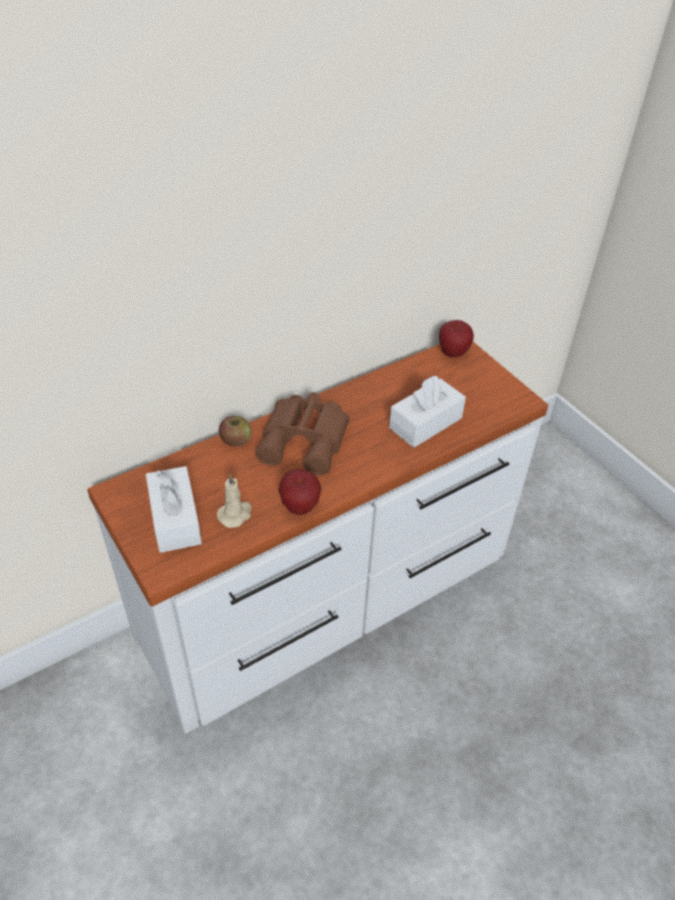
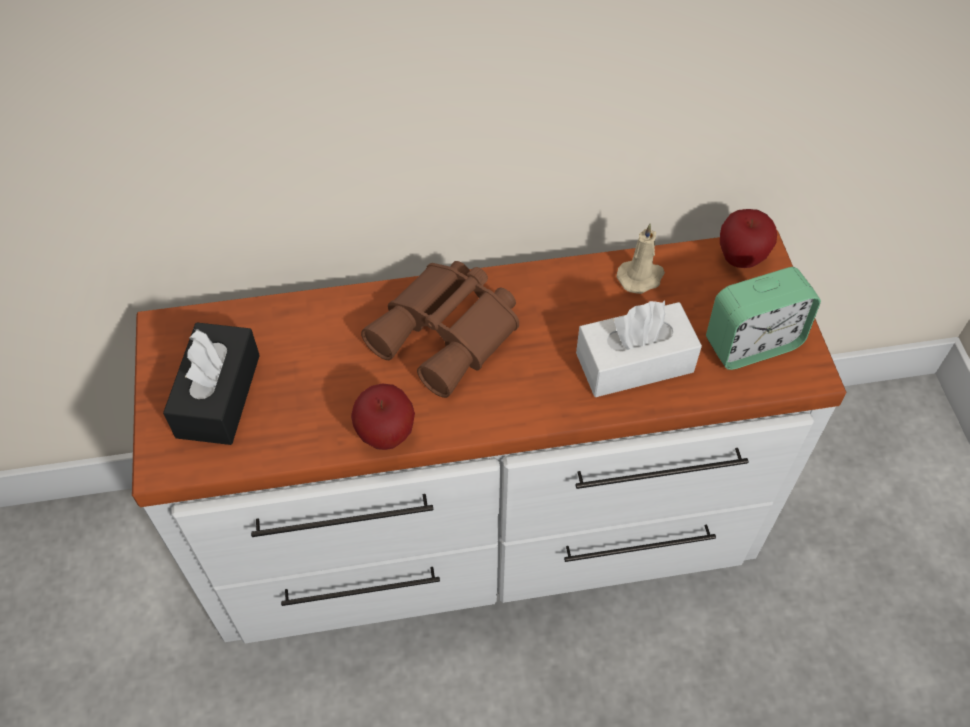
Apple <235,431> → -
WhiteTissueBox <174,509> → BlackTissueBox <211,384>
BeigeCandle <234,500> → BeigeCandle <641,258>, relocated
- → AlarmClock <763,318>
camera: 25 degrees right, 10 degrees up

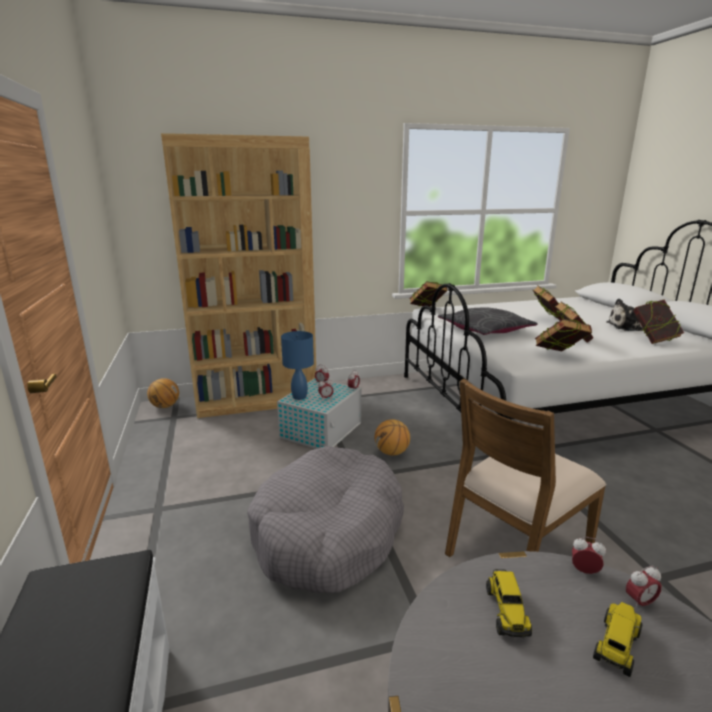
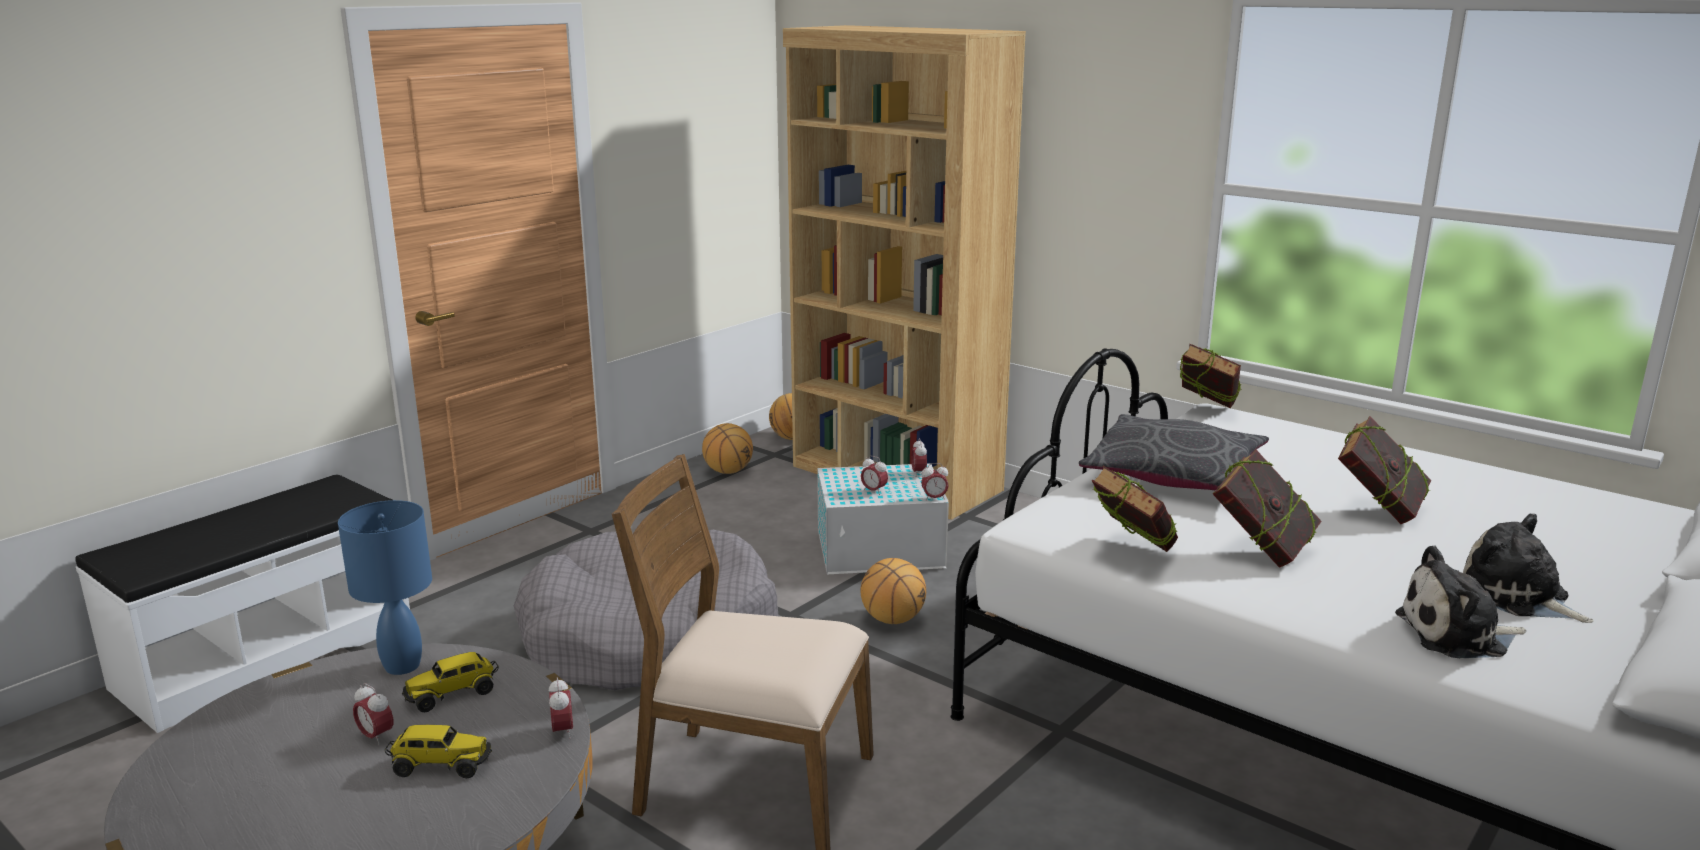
Book <658,322> → PlushToy <1460,602>
BlueTableLamp <297,365> → BlueTableLamp <385,587>, relocated
AlarmClock <644,588> → AlarmClock <373,714>, relocated
- → Basketball <727,448>
camera: 55 degrees right, 0 degrees up

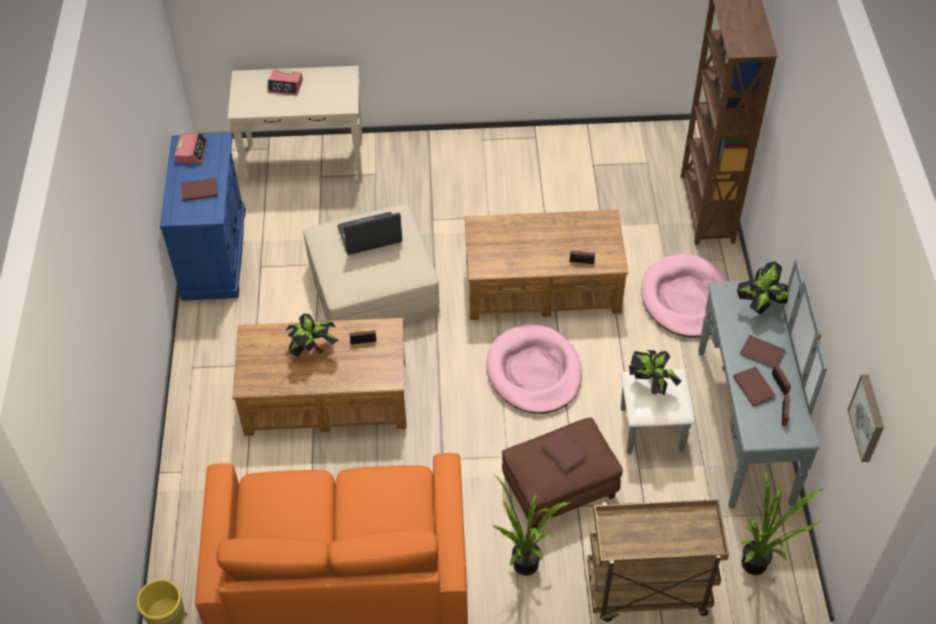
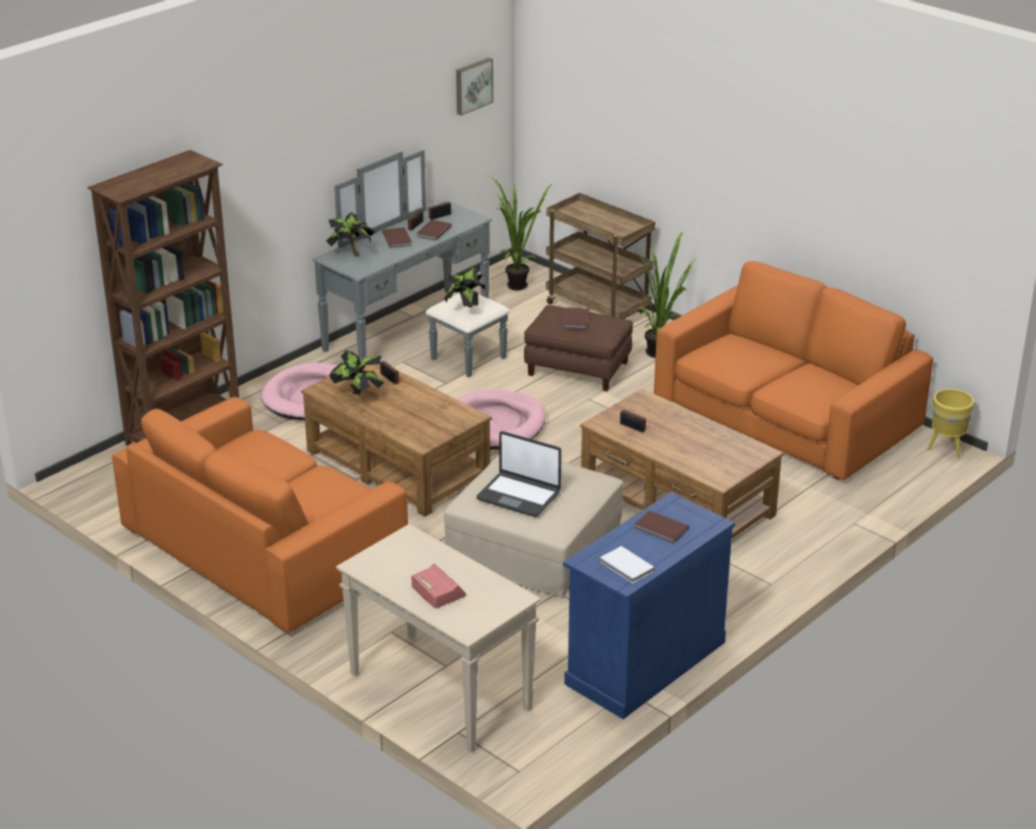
AlarmClock <191,148> → WhiteBook <627,564>
PottedPlant <311,335> → PottedPlant <357,373>, relocated
- → OrangeSofa <260,515>
camera: 135 degrees left, 20 degrees down

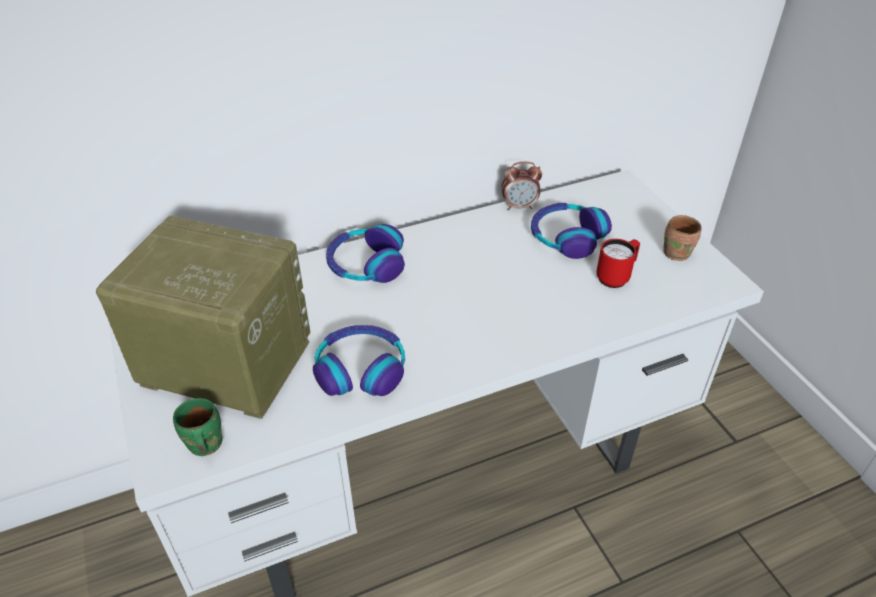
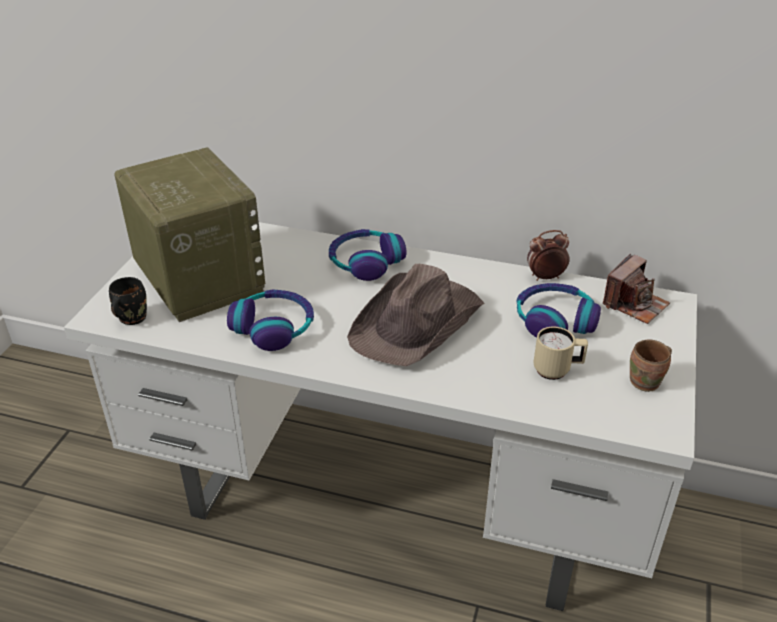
AlarmClock <522,186> → AlarmClock <548,255>, 135 degrees clockwise
RedMug <618,263> → BeigeMug <561,353>
GreenMug <197,427> → BlackMug <128,301>
- → PhotoCamera <636,288>
- → BrownHat <416,315>
camera: 40 degrees right, 5 degrees down

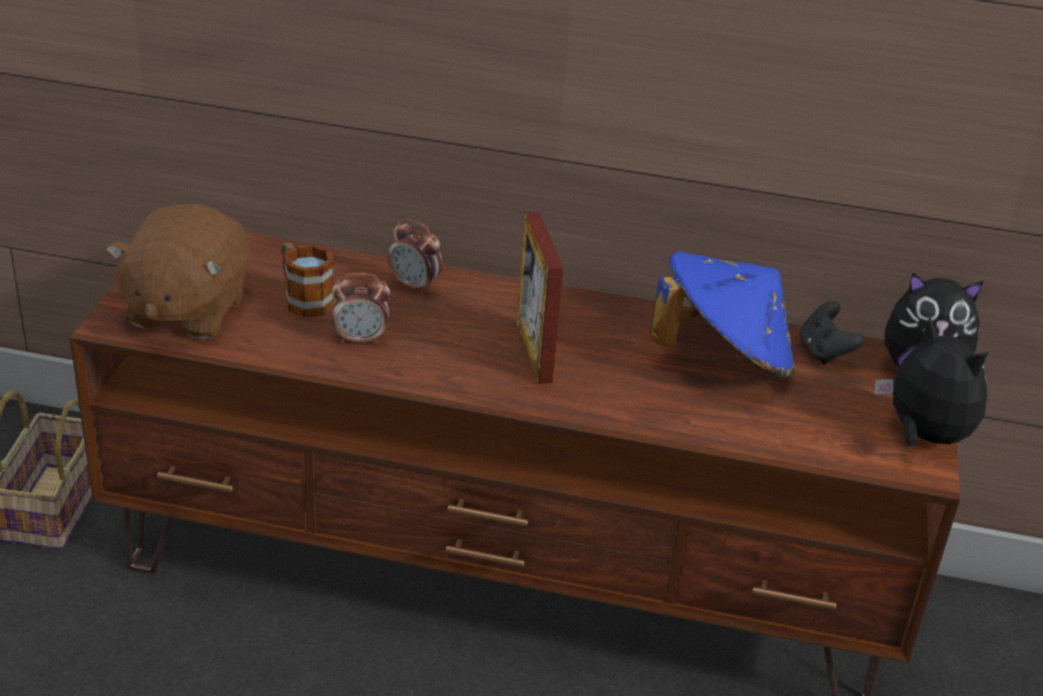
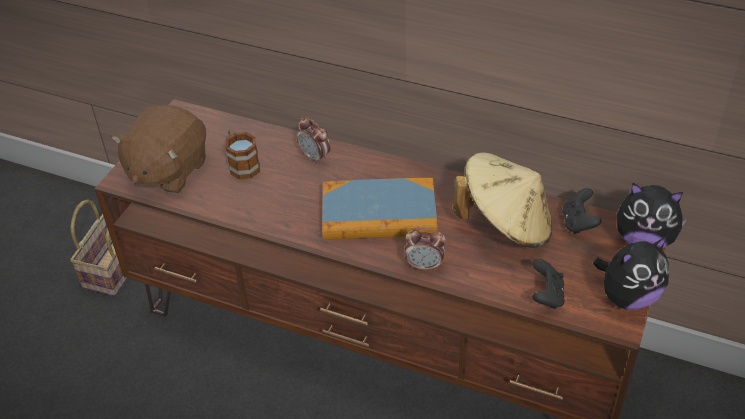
PictureFrame <540,297> → Book <380,209>
BlueHat <722,315> → BeigeHat <502,200>
AlarmClock <360,308> → AlarmClock <425,249>, relocated
PlushToy <931,381> → PlushToy <631,273>, 90 degrees clockwise
- → BlackGameController <548,284>
camera: 15 degrees right, 10 degrees up

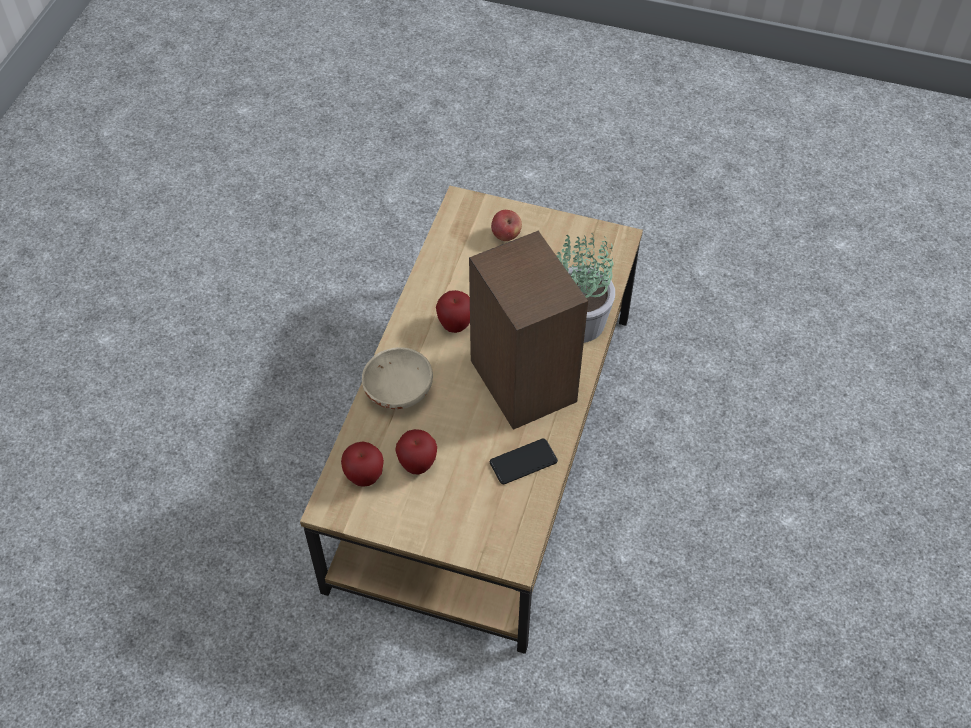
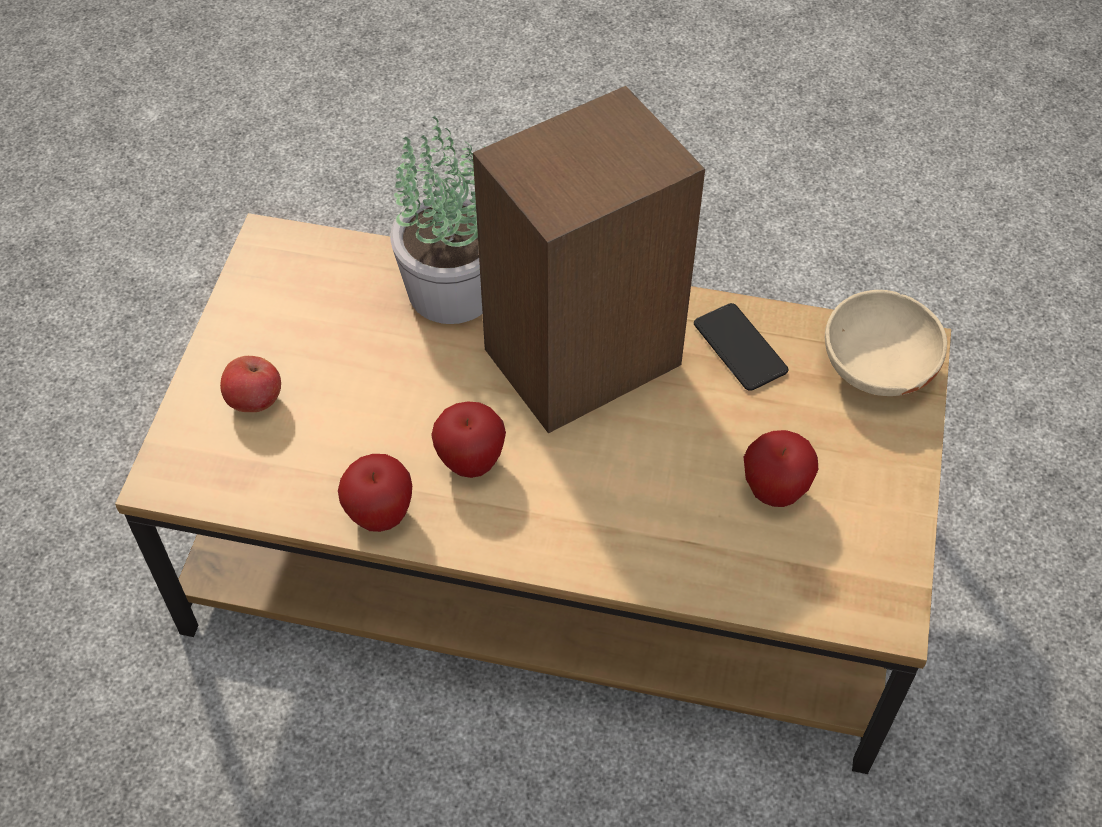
BeigeBowl <397,378> → BeigeBowl <886,343>, relocated
Apple <362,464> → Apple <375,493>, relocated
camera: 95 degrees left, 0 degrees up

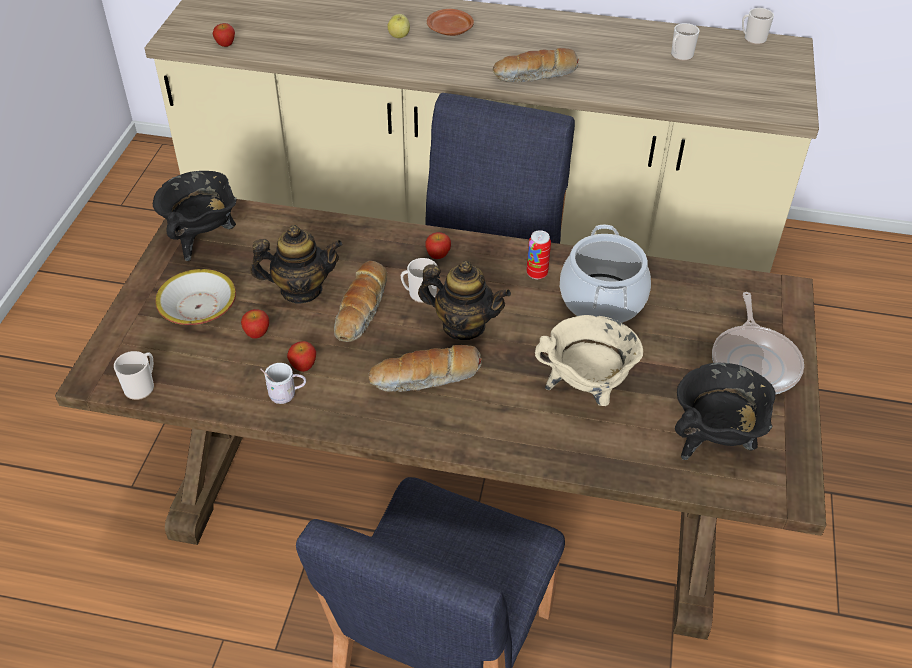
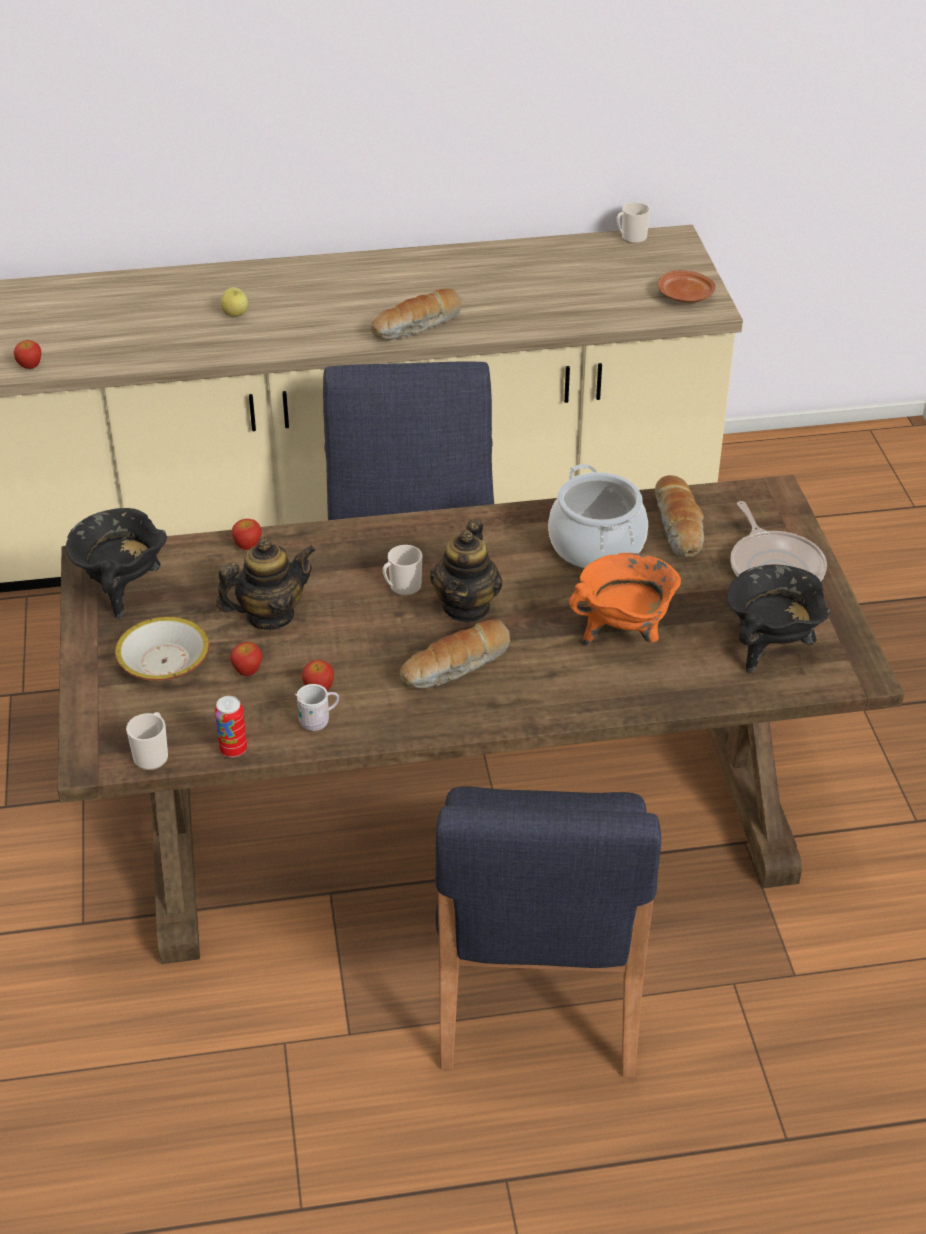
BrownPlate <450,22> → BrownPlate <687,286>, relocated
Mug <685,42> → -
Can <539,254> → Can <231,726>, relocated
Apple <438,245> → Apple <246,534>, relocated
Bread <360,301> → Bread <679,516>, relocated
Teapot <464,300> → Teapot <466,571>, 105 degrees clockwise
BeigeCookingPot <589,360> → OrangeCookingPot <625,599>
camera: 20 degrees left, 5 degrees down

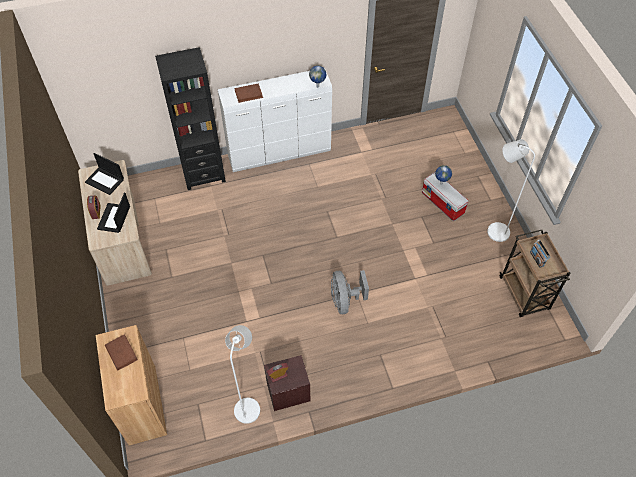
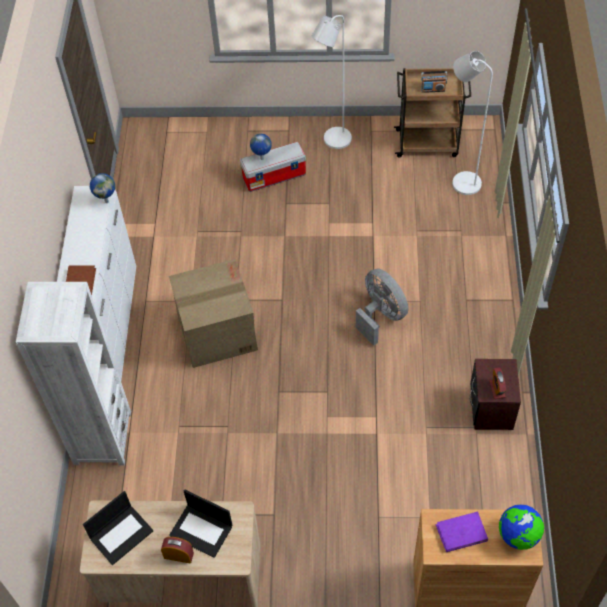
BlackBookcase <190,118> → WhiteBookcase <73,373>
GreyFan <350,292> → GreyFan <382,307>, 135 degrees counterclockwise
WhiteFloorLamp <242,374> → WhiteFloorLamp <472,123>, relocated
BrownBook <121,352> → PurpleBook <462,532>
- → CardboardBox <213,313>
- → Globe <521,527>
camera: 70 degrees left, 0 degrees up

